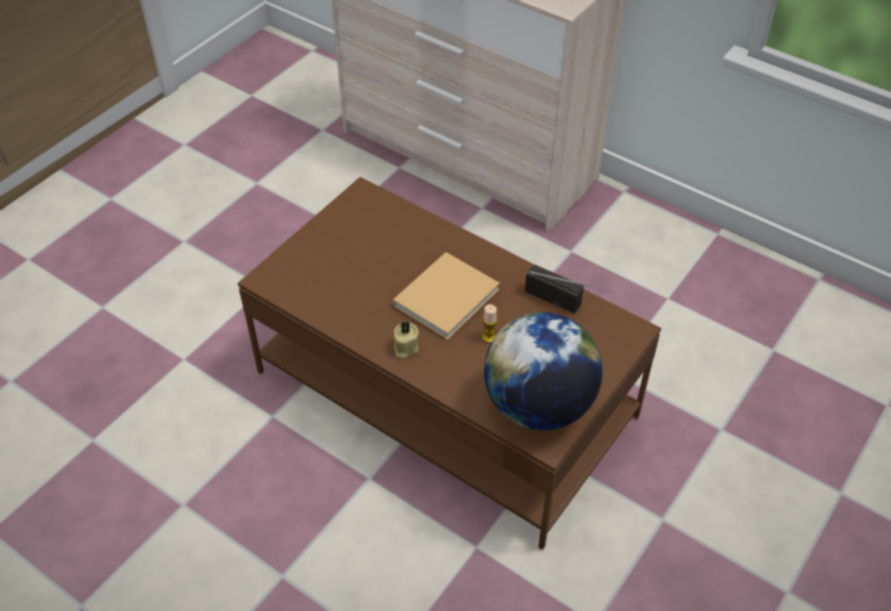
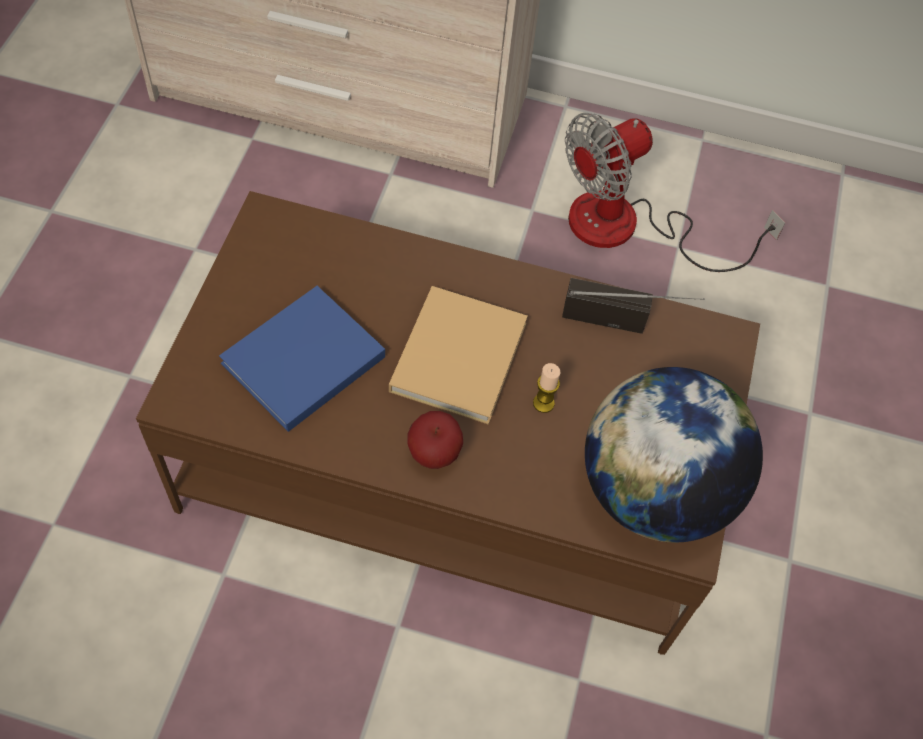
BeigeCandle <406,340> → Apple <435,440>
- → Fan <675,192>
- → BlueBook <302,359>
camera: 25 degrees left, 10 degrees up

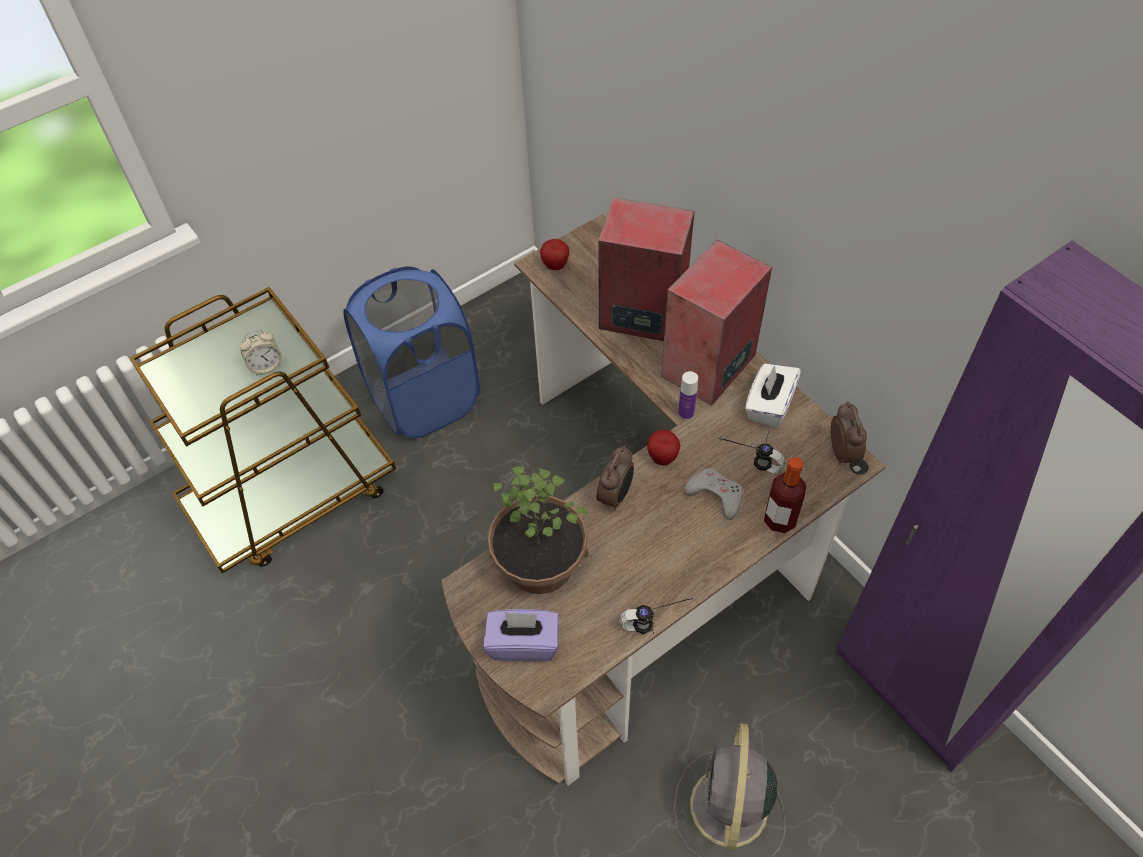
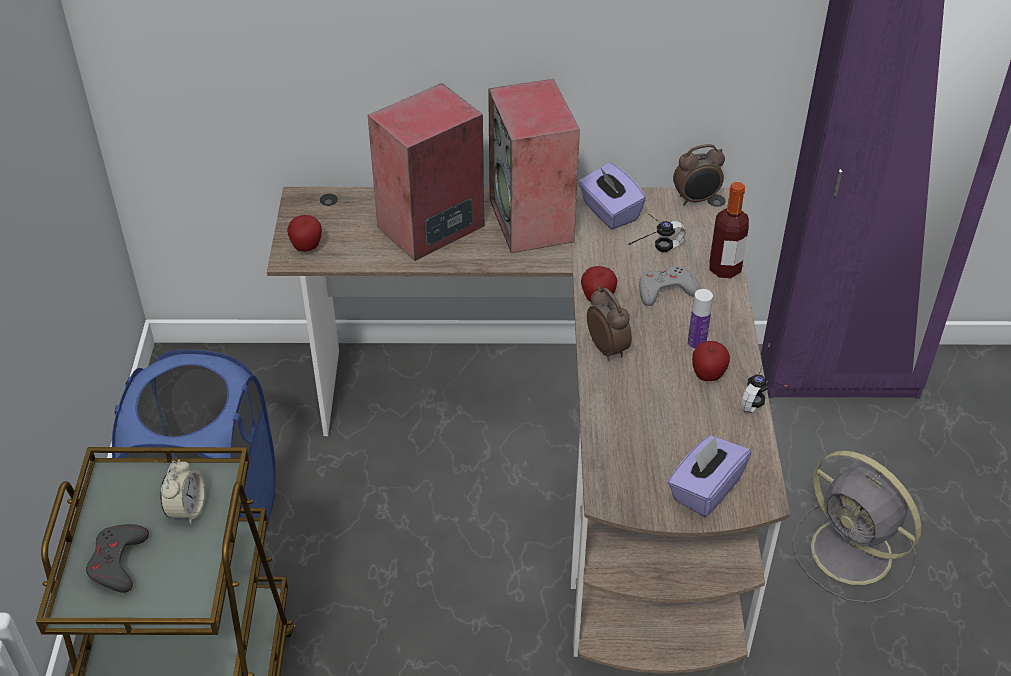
WhiteTissueBox <773,396> → PurpleTissueBox <612,196>
Bottle <688,395> → Bottle <700,319>, relocated
AlarmClock <849,433> → AlarmClock <699,175>, 135 degrees clockwise
PottedPlant <538,530> → -
- → Apple <711,361>
- → GreyGameController <117,558>
camera: 55 degrees left, 10 degrees down

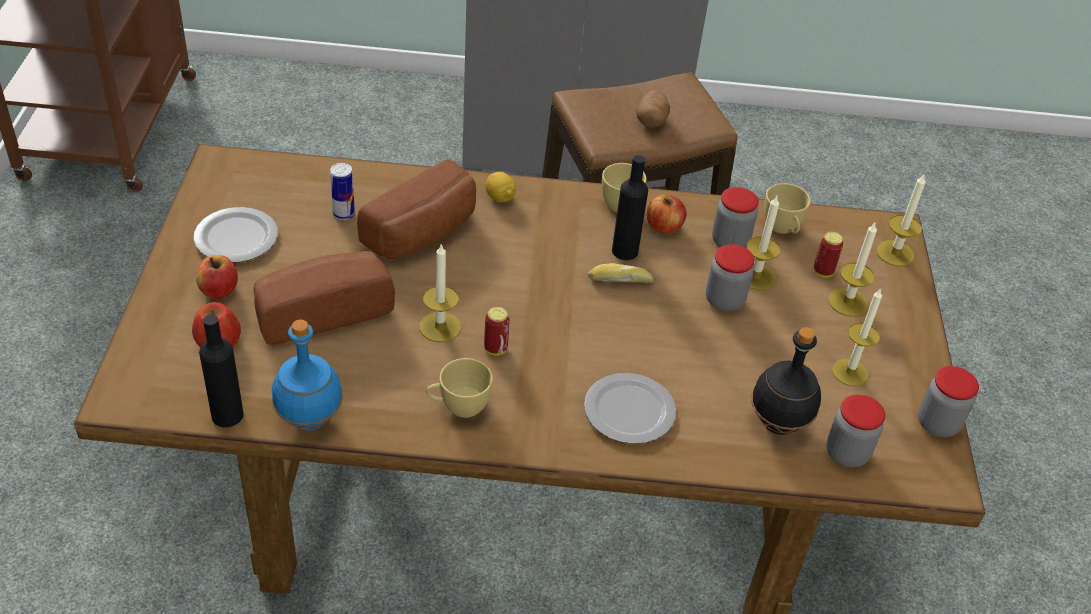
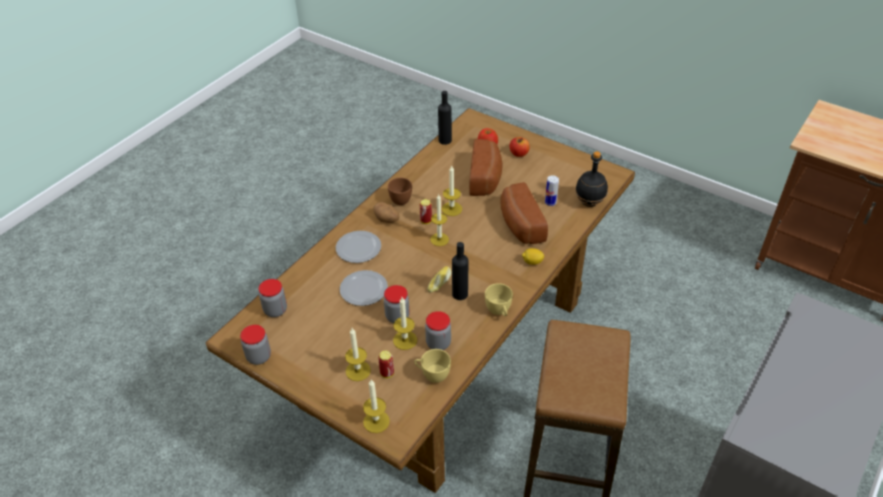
Potato <653,108> → Potato <386,212>, relocated
Apple <667,214> → -
Plate <235,235> → Plate <364,288>, relocated
Candle <857,337> → Candle <439,220>, relocated
BlueBottle <307,375> → -
BlackBottle <786,381> → BlackBottle <591,179>, relocated
YellowCup <459,388> → BrownCup <400,191>
camera: 125 degrees right, 0 degrees up

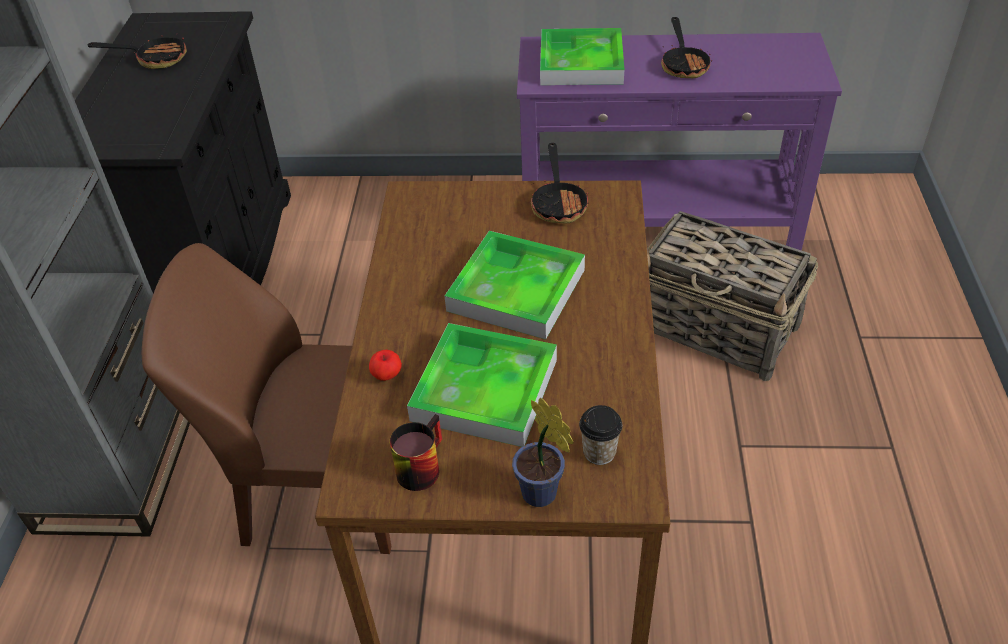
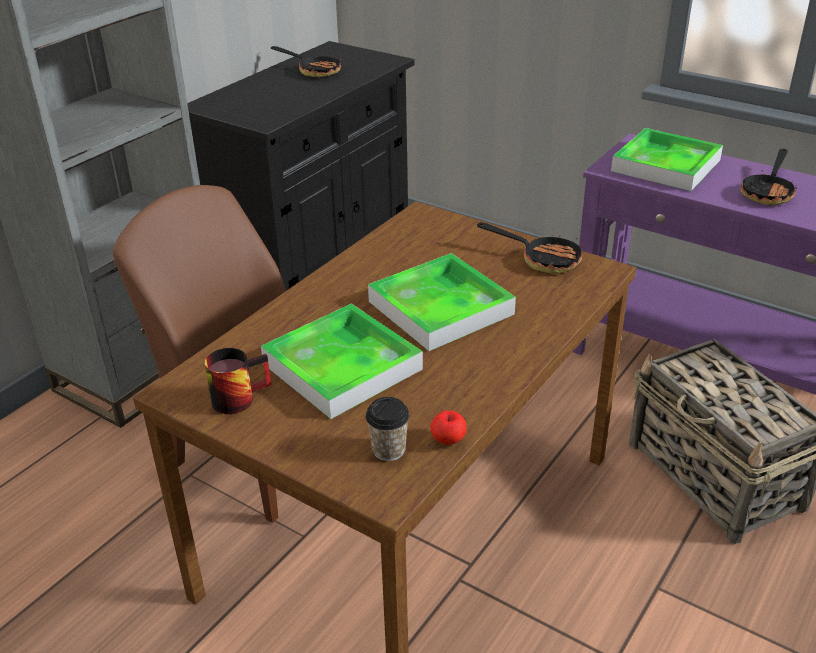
FryingPan <559,183> → FryingPan <530,248>, 90 degrees counterclockwise
Apple <385,365> → Apple <448,427>, relocated
PottedPlant <543,452> → -
camera: 30 degrees right, 10 degrees down

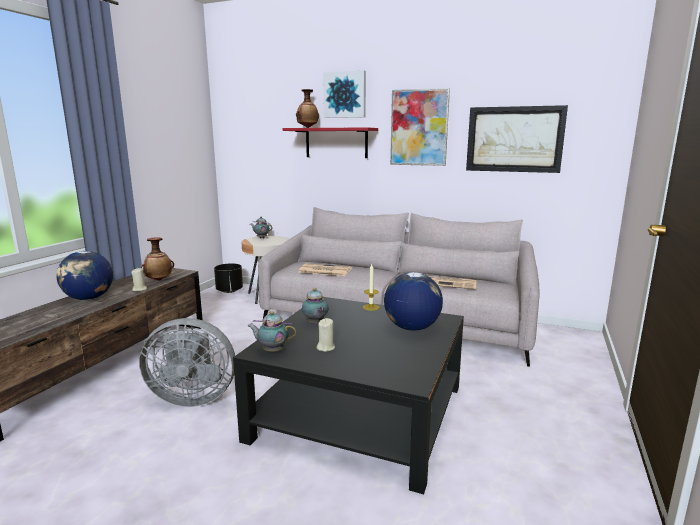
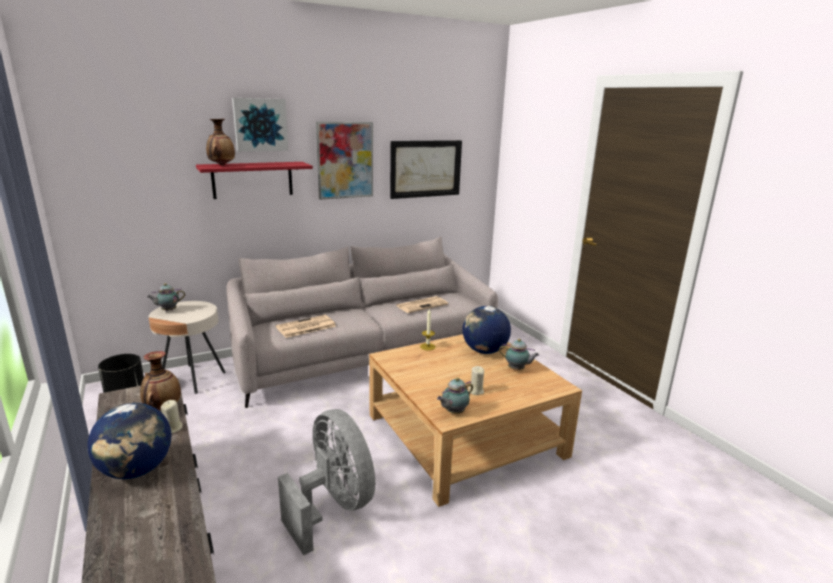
Teapot <315,306> → Teapot <519,354>, relocated
BlackCoffeeTable <348,396> → BeigeCoffeeTable <475,420>
GreyFan <187,362> → GreyFan <326,482>, 75 degrees counterclockwise
camera: 50 degrees left, 5 degrees up

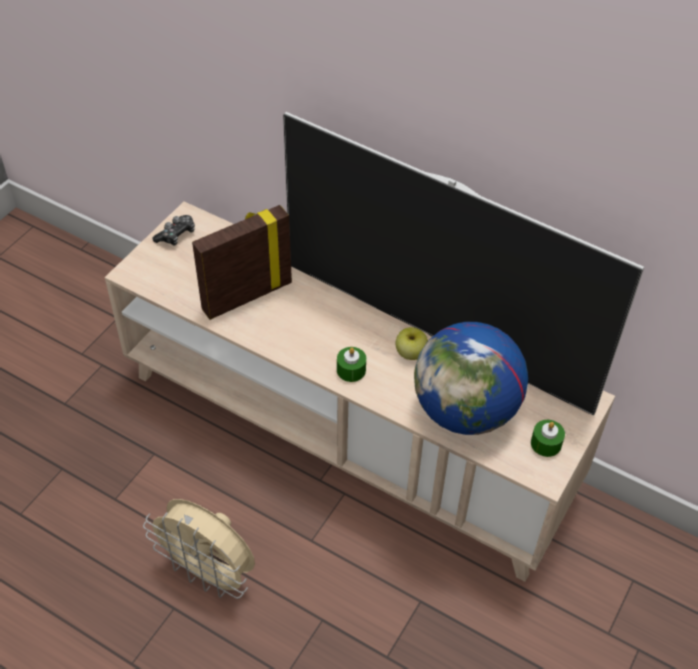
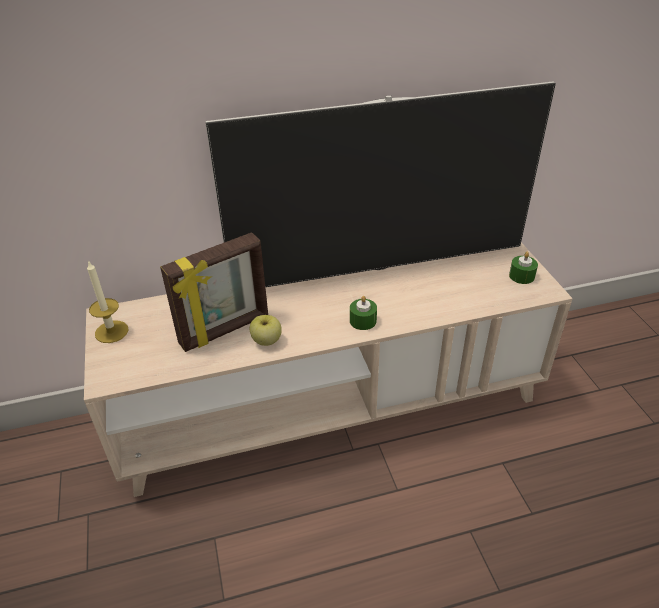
PictureFrame <242,262> → PictureFrame <214,292>, 135 degrees counterclockwise
GameController <174,230> → Candle <108,301>
Globe <471,378> → -
Apple <411,343> → Apple <265,330>, relocated
BeigeFan <199,549> → -
camera: 45 degrees left, 10 degrees down

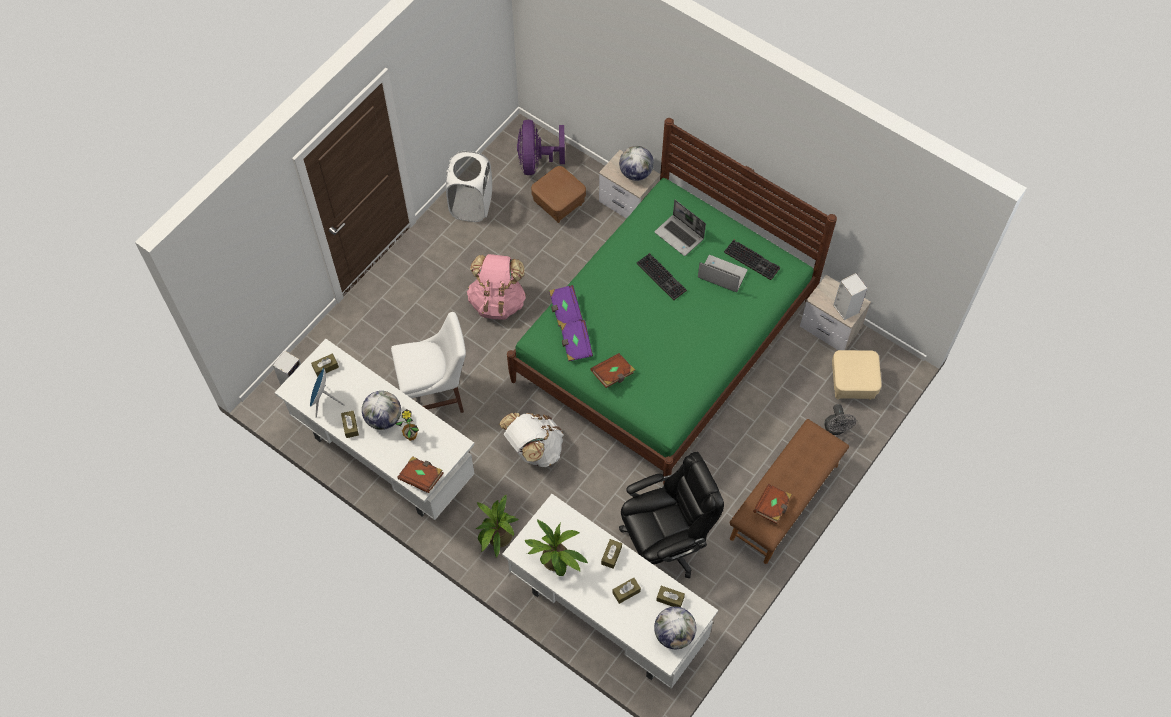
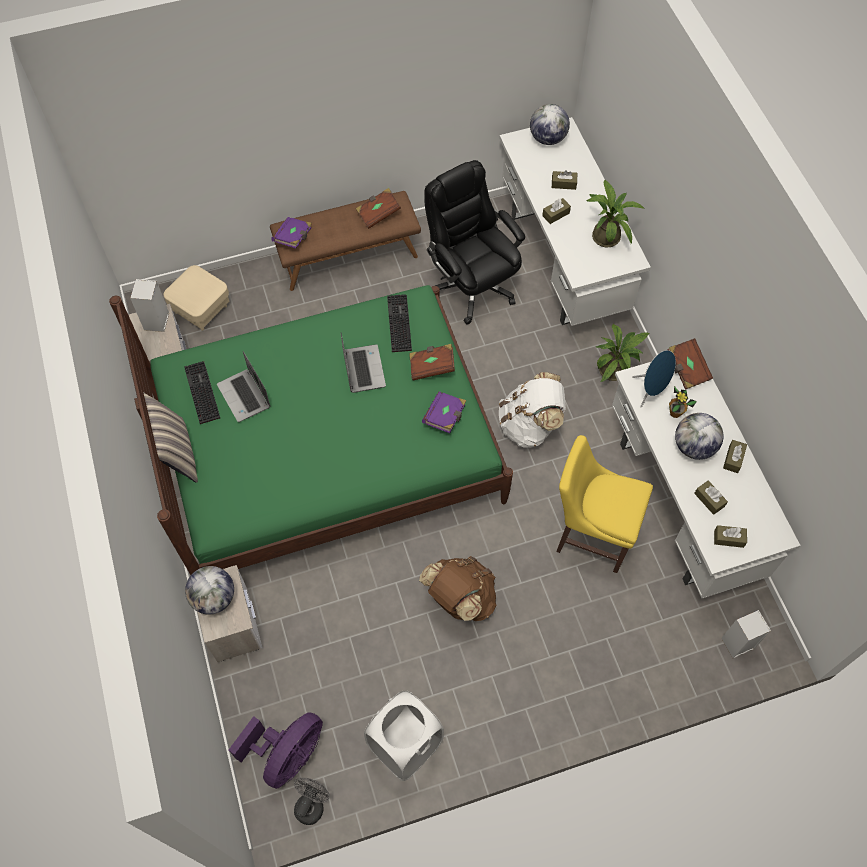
BrownOttoman <558,194> → -
Laptop <680,228> → Laptop <363,363>, relocated
Keyboard <662,276> → Keyboard <399,323>, relocated
PinkBackpack <496,287> → BrownBackpack <457,588>
PurpleBook <566,306> → PurpleBook <291,232>, relocated
WhiteChair <428,362> → YellowChair <604,504>
BlueSpeaker <327,393> → BlueSpeaker <654,378>, relocated
GreyFan <840,419> → GreyFan <312,801>, relocated
BlackOfficeChair <671,515> → BlackOfficeChair <474,242>, 45 degrees clockwise
BrownTissueBox <670,596> → BrownTissueBox <711,498>, relocated
- → Pillow <170,437>
camera: 145 degrees left, 0 degrees up

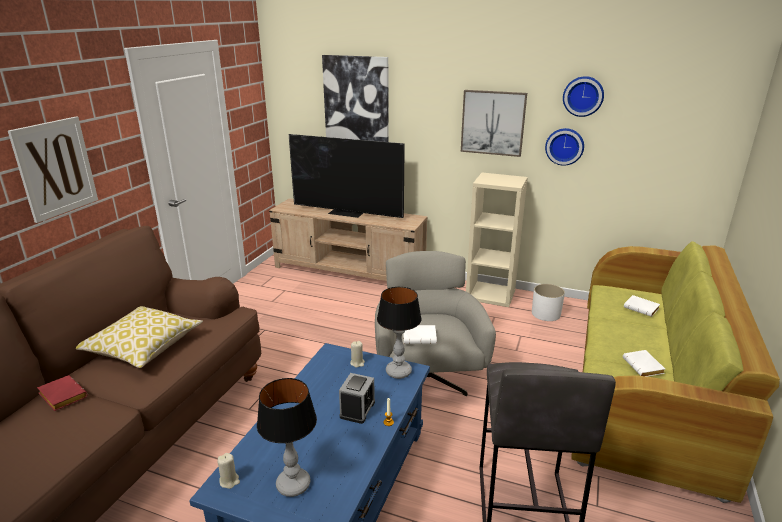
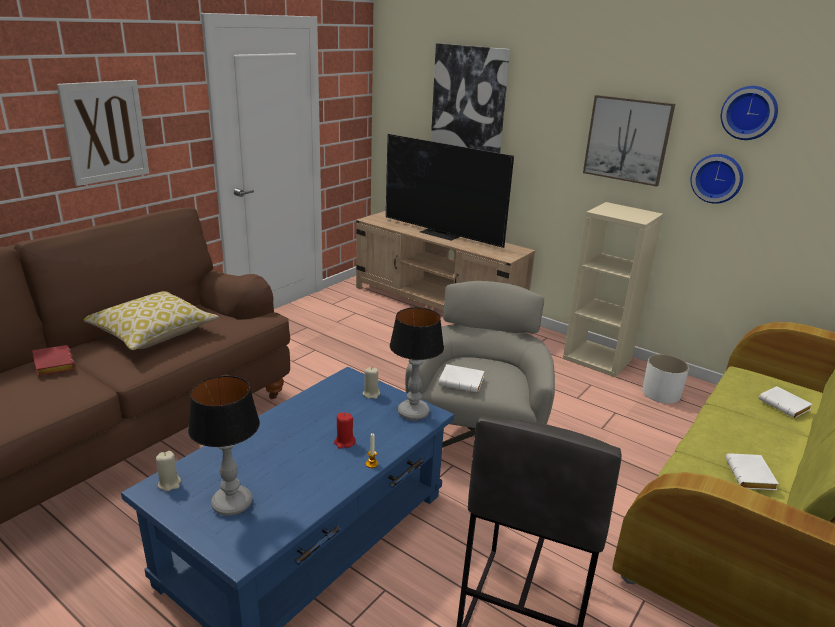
AlarmClock <357,398> → RedCandle <345,430>
camera: 15 degrees right, 0 degrees up

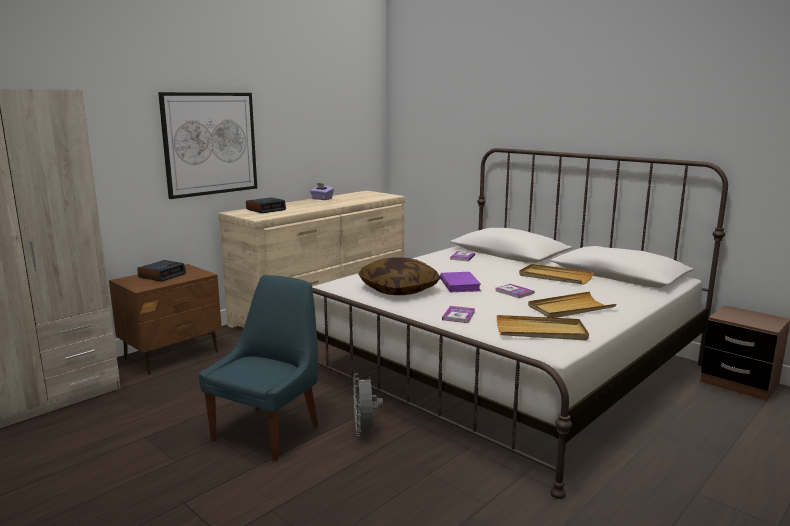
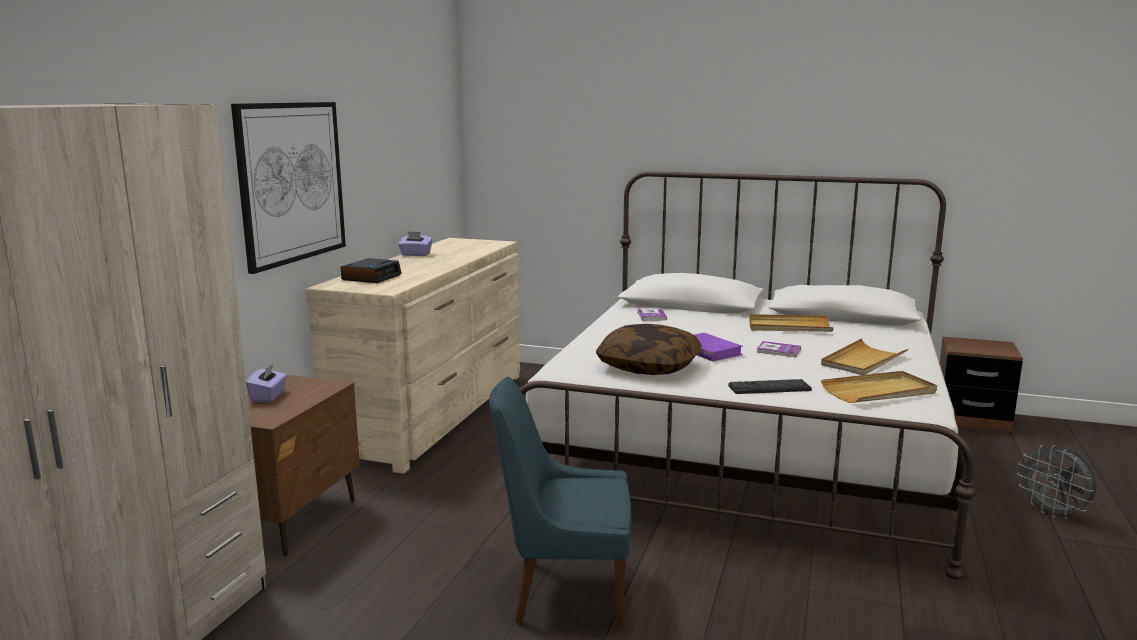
AlarmClock <161,271> → PurpleTissueBox <266,383>
BlueChair <258,368> → BlueChair <560,502>, 90 degrees counterclockwise
Book <458,314> → Keyboard <770,386>
GreyFan <368,404> → GreyFan <1057,482>, relocated
camera: 25 degrees left, 0 degrees up

